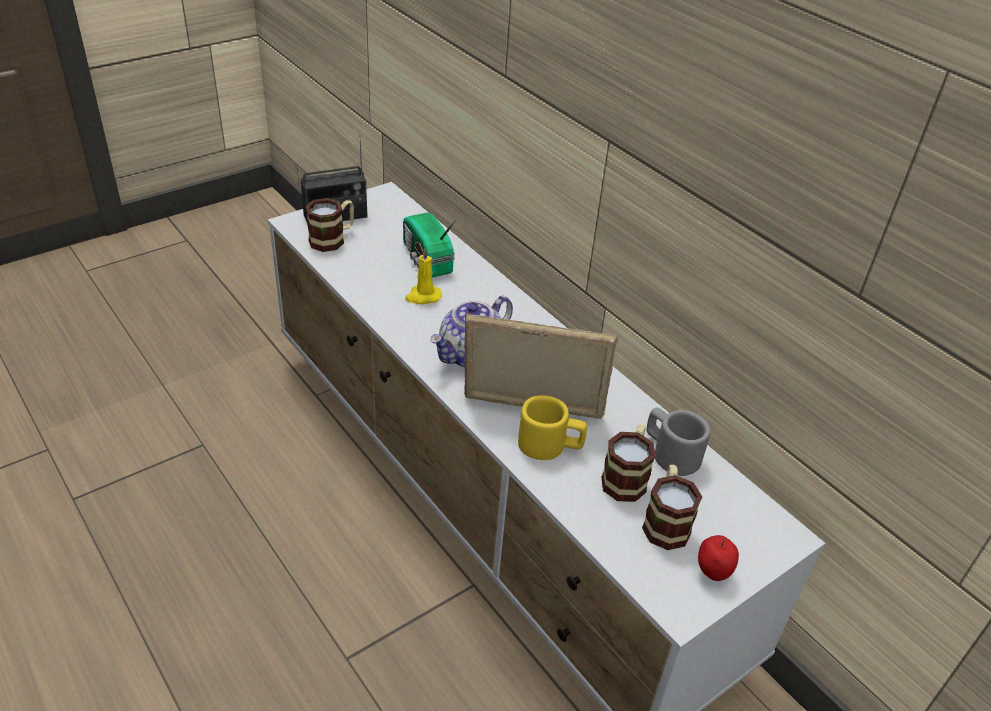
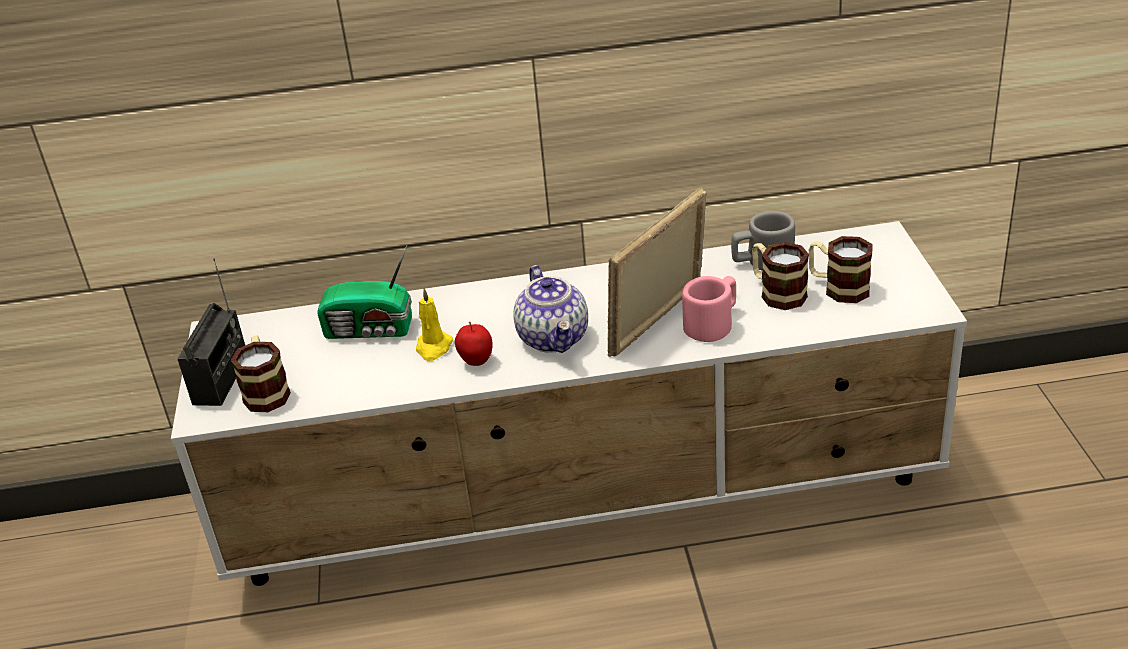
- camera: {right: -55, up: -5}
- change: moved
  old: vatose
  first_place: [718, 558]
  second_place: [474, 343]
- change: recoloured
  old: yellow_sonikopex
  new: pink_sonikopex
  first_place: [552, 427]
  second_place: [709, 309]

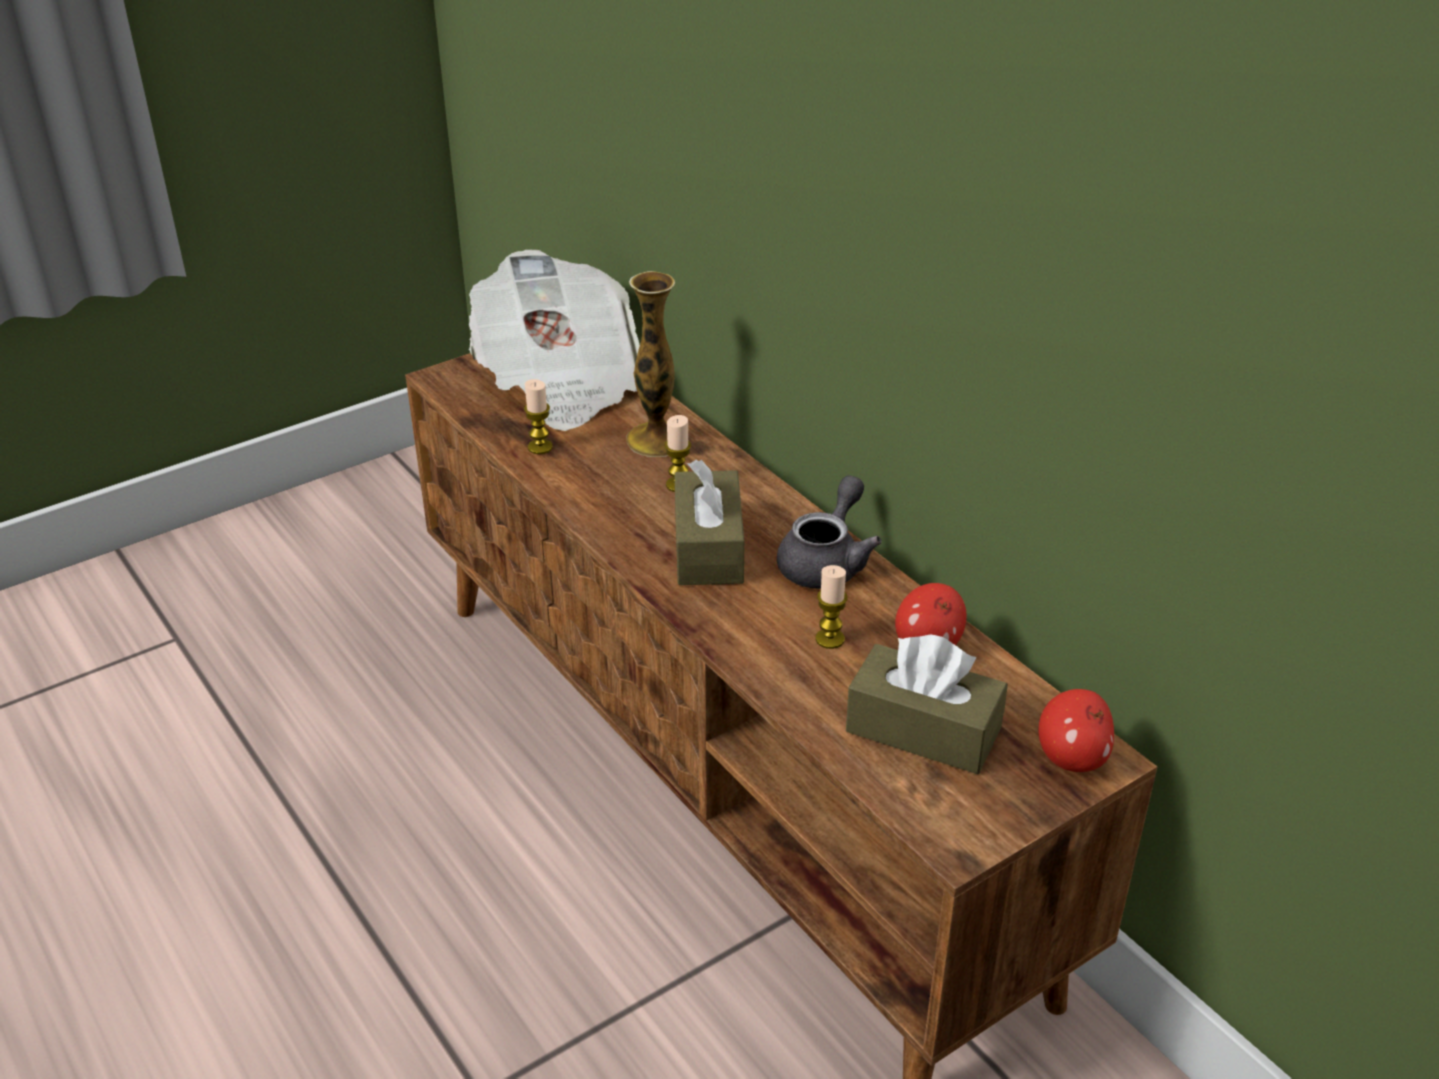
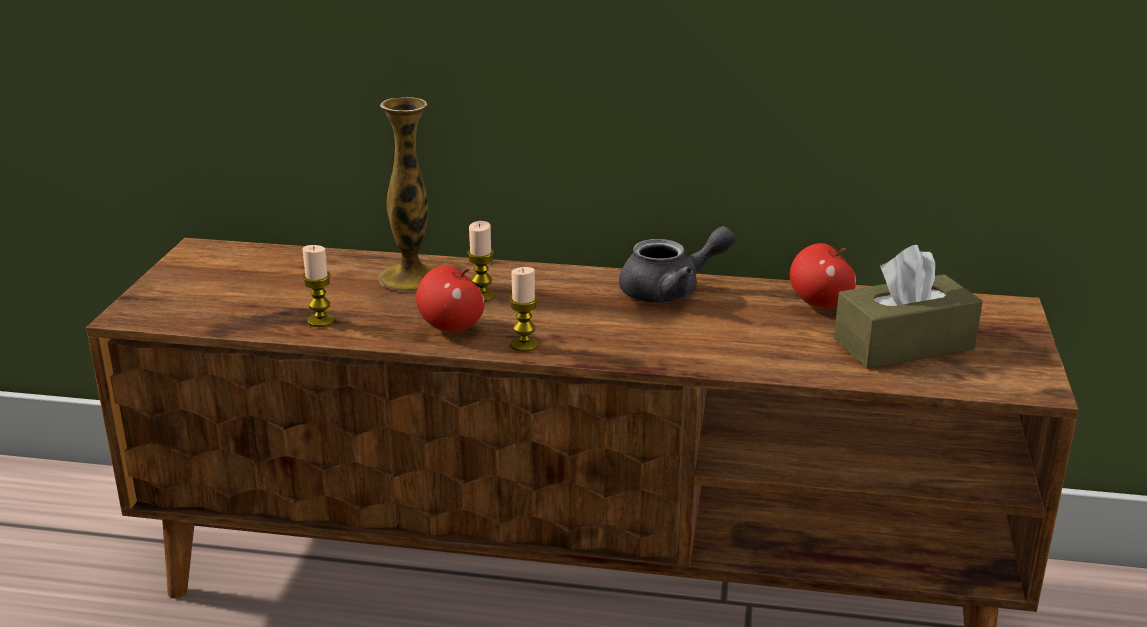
- camera: {right: -45, up: -10}
- change: moved
  old: vatose
  first_place: [1076, 730]
  second_place: [450, 299]
- change: moved
  old: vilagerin
  first_place: [832, 607]
  second_place: [523, 309]
- change: turned
  old: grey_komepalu
  first_place: [829, 532]
  second_place: [677, 264]
  degrees: 90
- change: removed
  old: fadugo
  first_place: [554, 340]
- change: removed
  old: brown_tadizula
  first_place: [709, 522]

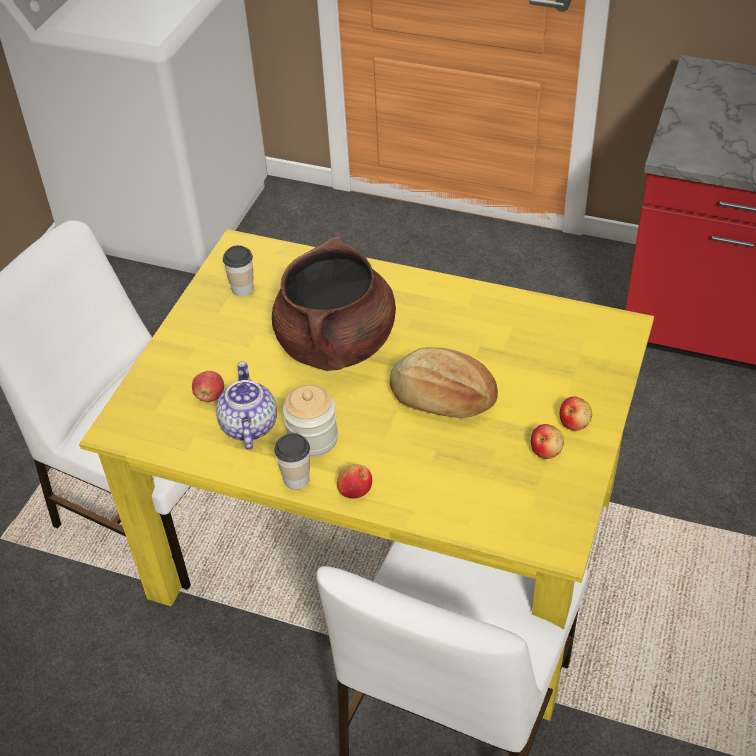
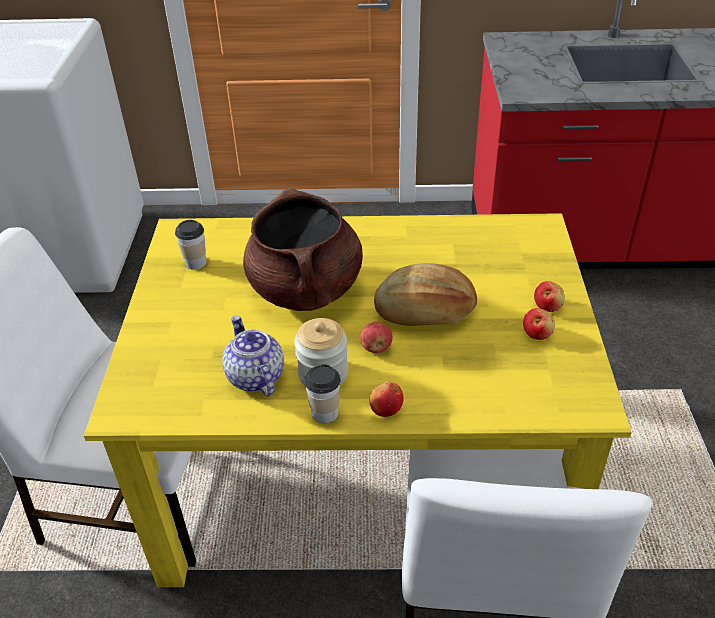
- camera: {right: -20, up: -5}
- change: moved
  old: vatose
  first_place: [208, 386]
  second_place: [376, 337]

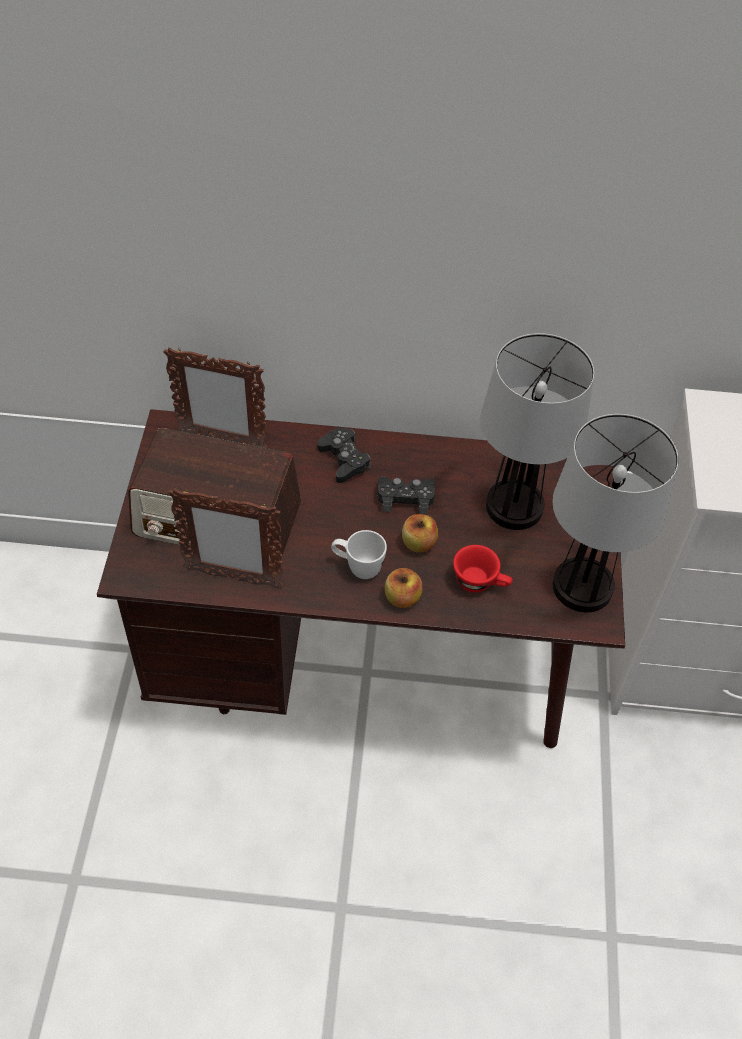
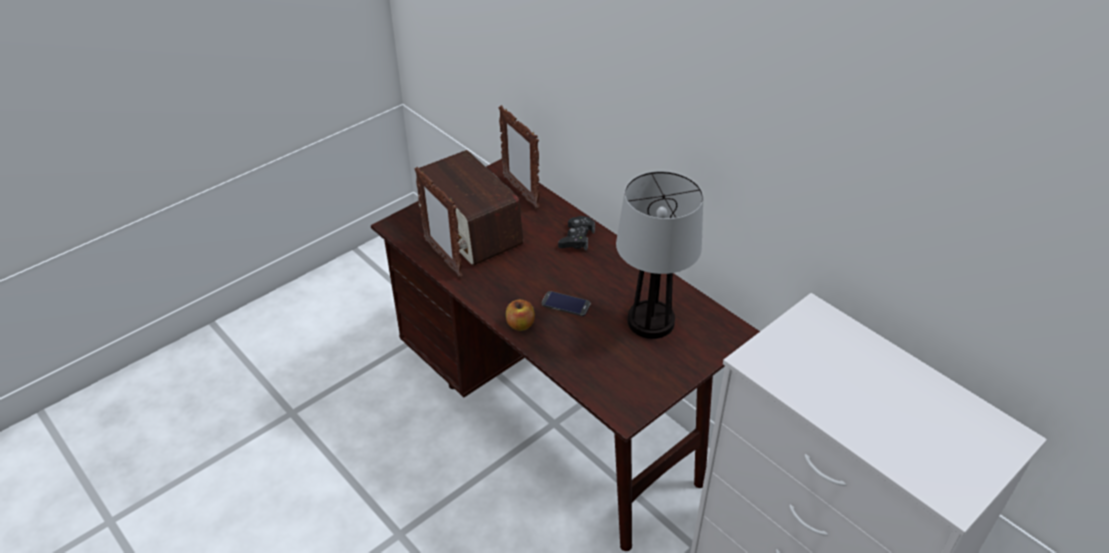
- camera: {right: 45, up: -10}
- change: replaced
  old: vatose
  new: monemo
  first_place: [420, 533]
  second_place: [566, 303]
- change: removed
  old: white_sonikopex
  first_place: [359, 554]
- change: removed
  old: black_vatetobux
  first_place: [406, 495]
- change: removed
  old: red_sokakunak
  first_place: [483, 568]
- change: removed
  old: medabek
  first_place: [615, 513]

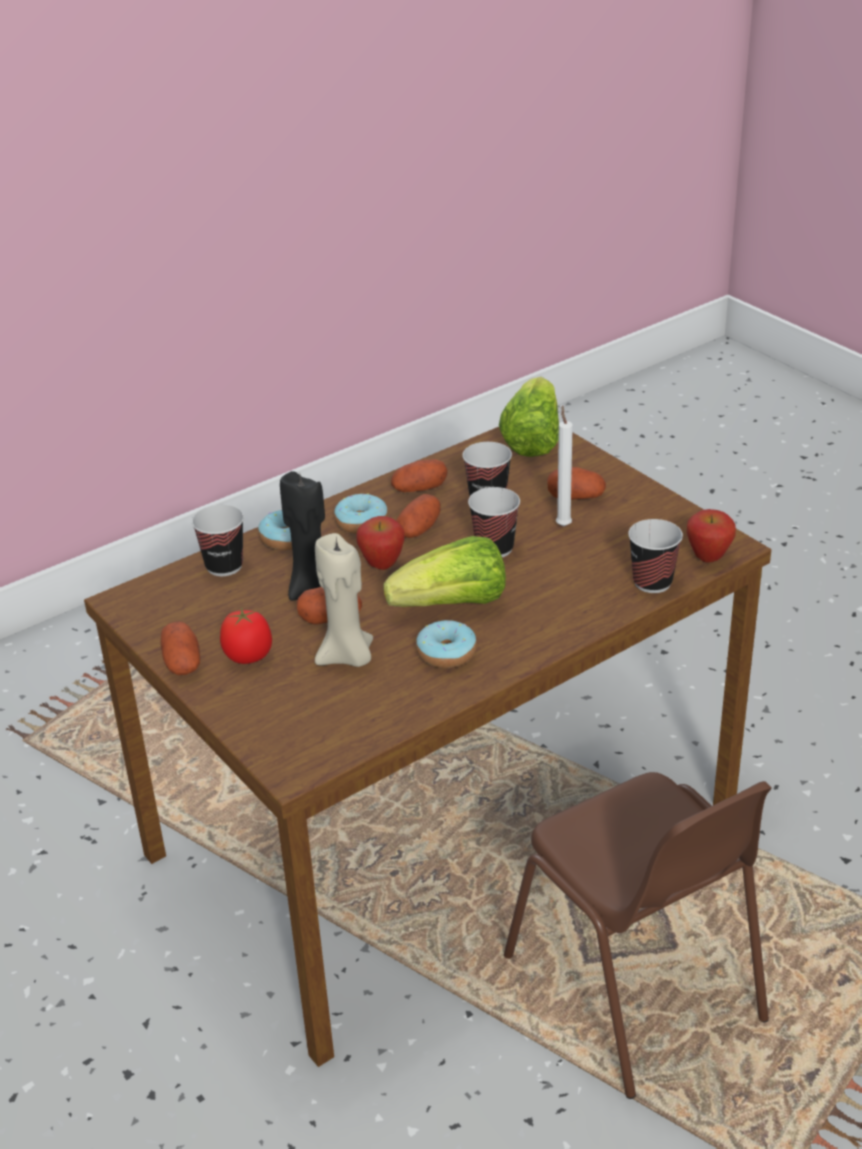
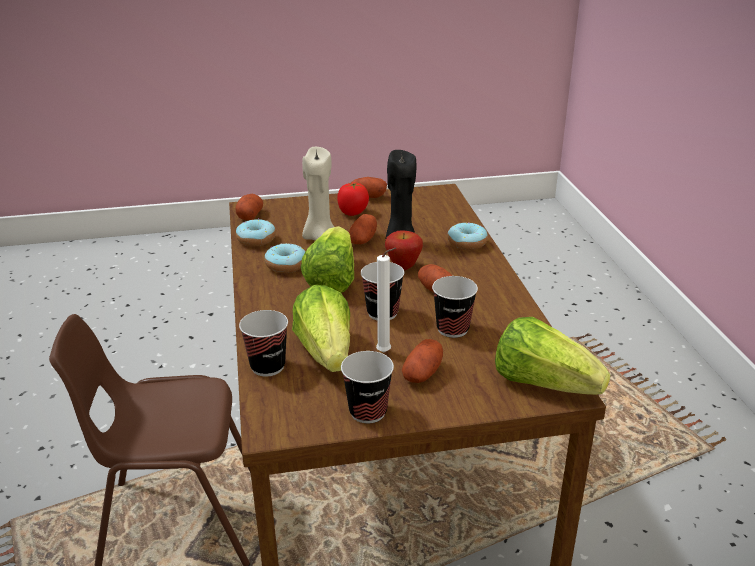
- camera: {right: 115, up: -5}
- change: moved
  old: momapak
  first_place: [419, 475]
  second_place: [249, 207]
- change: moved
  old: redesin
  first_place: [361, 513]
  second_place: [256, 233]
- change: added
  new: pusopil
  second_place: [321, 328]
- change: moved
  old: sokakunak
  first_place: [218, 540]
  second_place: [367, 387]
- change: removed
  old: vatose
  first_place: [711, 536]

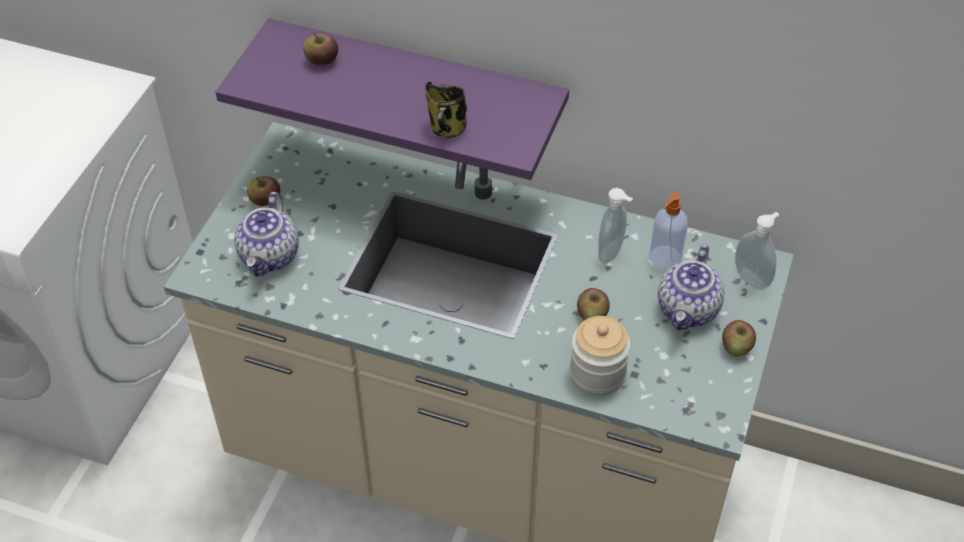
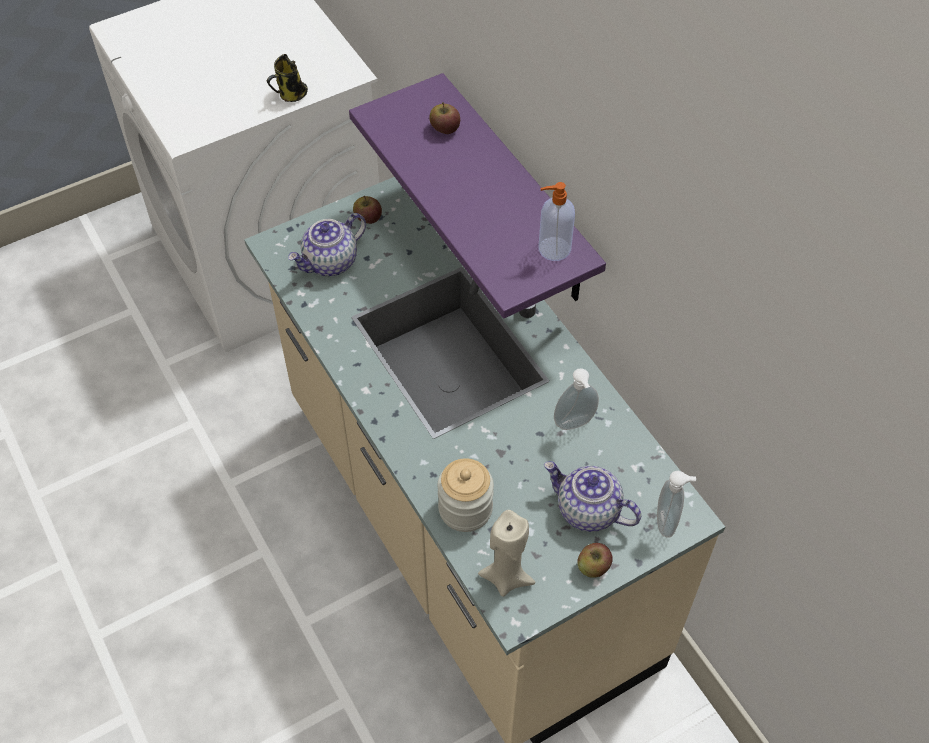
- camera: {right: 40, up: 5}
- change: moved
  old: sonikopex
  first_place: [445, 110]
  second_place: [287, 78]
- change: added
  new: beige_vilagerin
  second_place: [506, 553]
- change: moved
  old: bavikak
  first_place: [668, 231]
  second_place: [556, 221]
- change: turned
  old: komepalu
  first_place: [691, 287]
  second_place: [592, 496]
  degrees: 60
- change: removed
  old: vatose
  first_place: [593, 304]

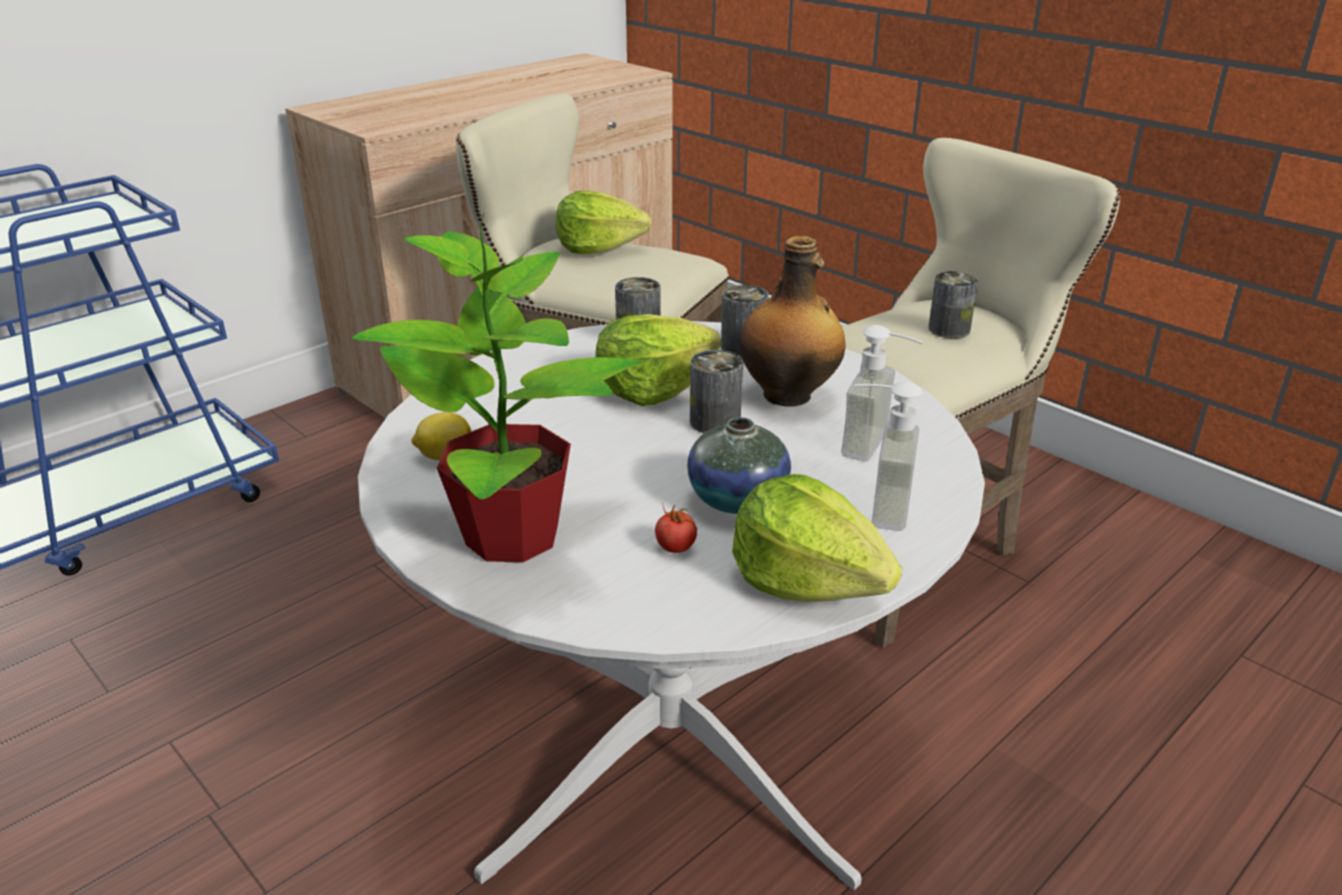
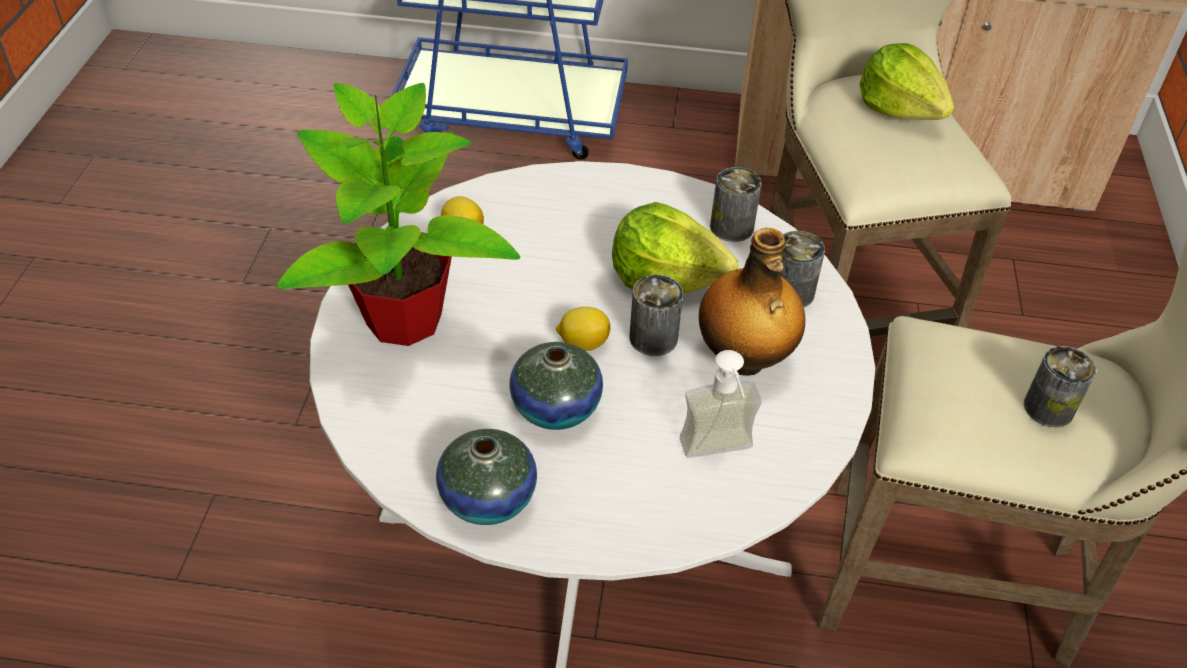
- camera: {right: 50, up: 15}
- change: replaced
  old: pusopil
  new: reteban
  first_place: [817, 538]
  second_place: [486, 477]
- change: added
  new: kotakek
  second_place: [583, 329]
- change: removed
  old: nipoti
  first_place: [676, 528]
- change: removed
  old: bavikak
  first_place: [888, 456]

